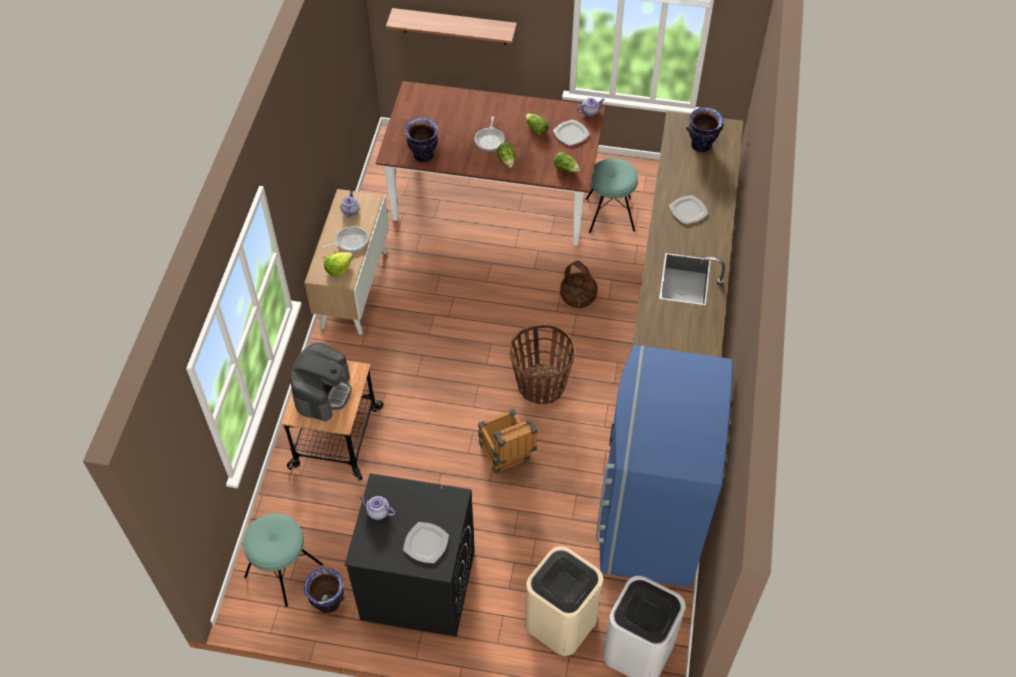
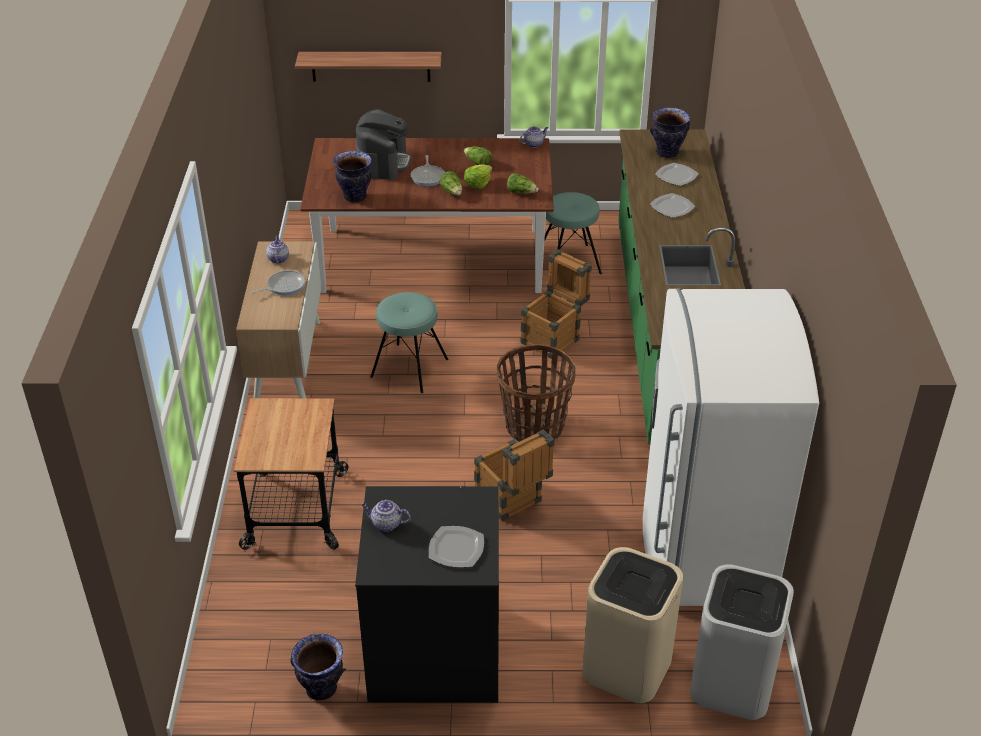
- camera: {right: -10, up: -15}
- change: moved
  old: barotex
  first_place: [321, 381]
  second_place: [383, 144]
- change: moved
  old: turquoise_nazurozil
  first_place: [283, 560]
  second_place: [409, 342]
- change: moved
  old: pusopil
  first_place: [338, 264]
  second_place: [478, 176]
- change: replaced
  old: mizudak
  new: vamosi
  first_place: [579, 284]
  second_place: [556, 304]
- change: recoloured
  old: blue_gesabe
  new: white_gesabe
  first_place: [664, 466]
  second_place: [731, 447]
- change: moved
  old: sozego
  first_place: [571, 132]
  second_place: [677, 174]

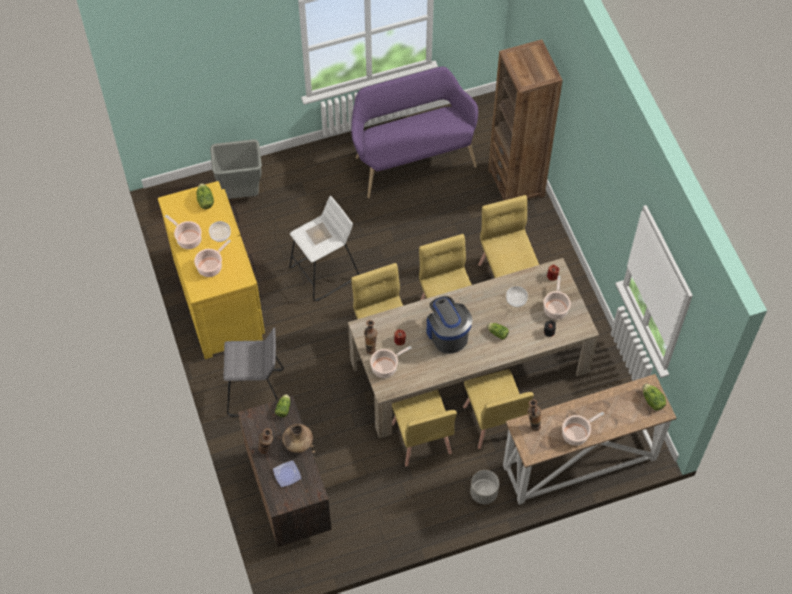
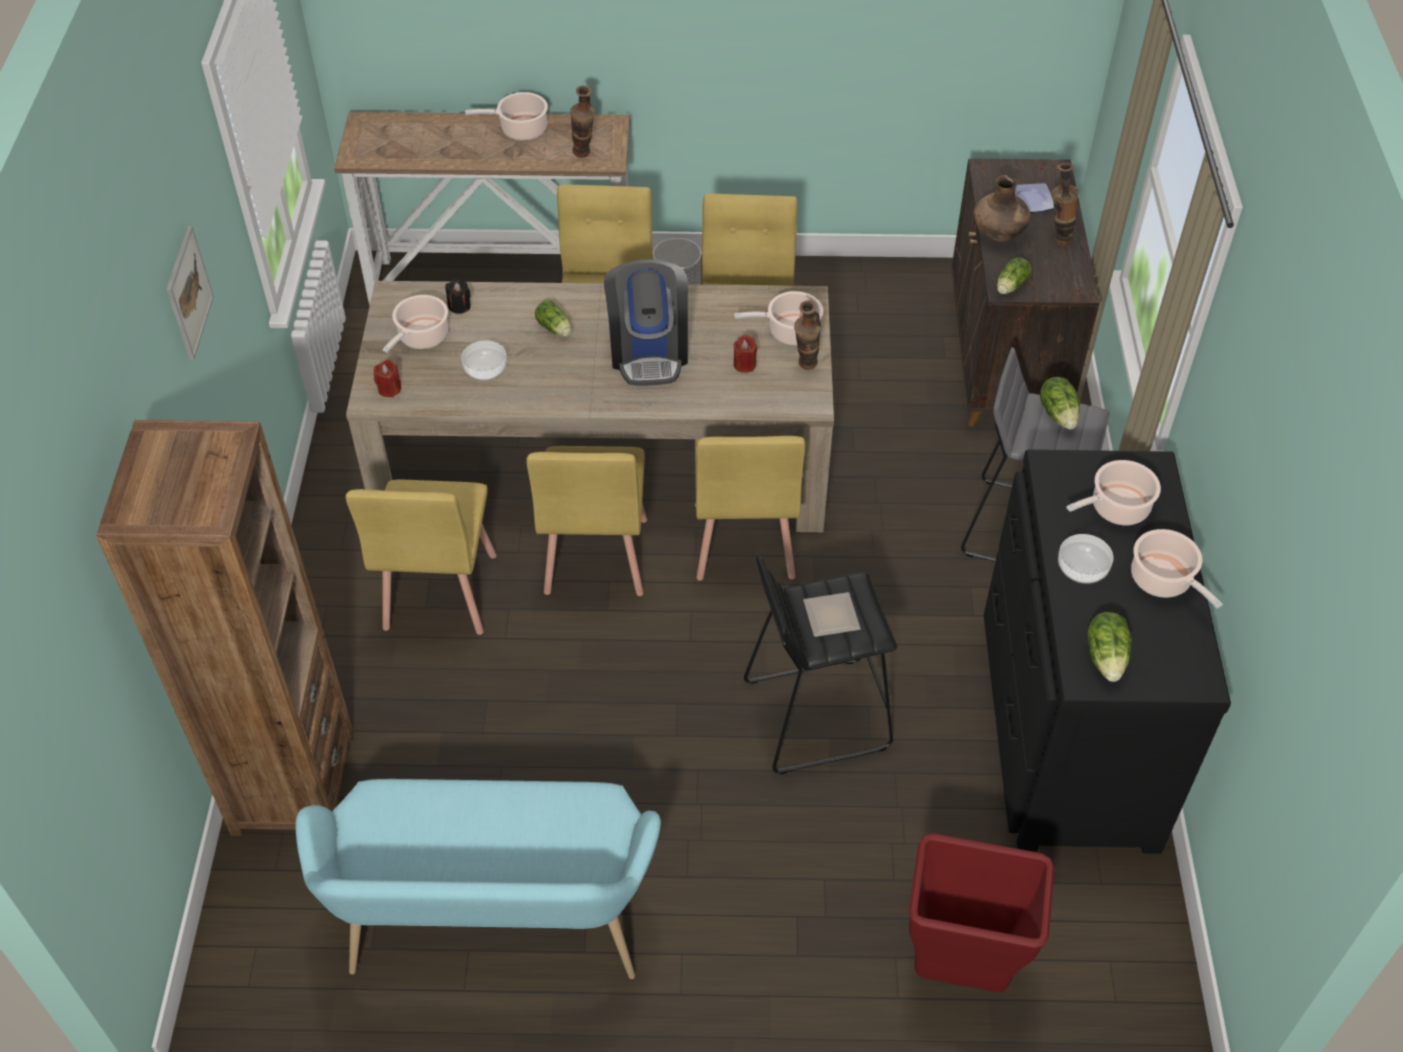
- camera: {right: -160, up: -10}
- change: added
  new: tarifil
  second_place: [190, 293]
- change: recoloured
  old: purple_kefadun
  new: turquoise_kefadun
  first_place: [414, 132]
  second_place: [478, 879]
- change: recoloured
  old: white_nazurozil
  new: black_nazurozil
  first_place: [324, 248]
  second_place: [820, 664]
- change: recoloured
  old: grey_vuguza
  new: red_vuguza
  first_place: [236, 169]
  second_place: [981, 912]
- change: recoloured
  old: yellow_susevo
  new: black_susevo
  first_place: [211, 270]
  second_place: [1107, 652]
- change: moved
  old: pusopil
  first_place: [654, 397]
  second_place: [1060, 403]

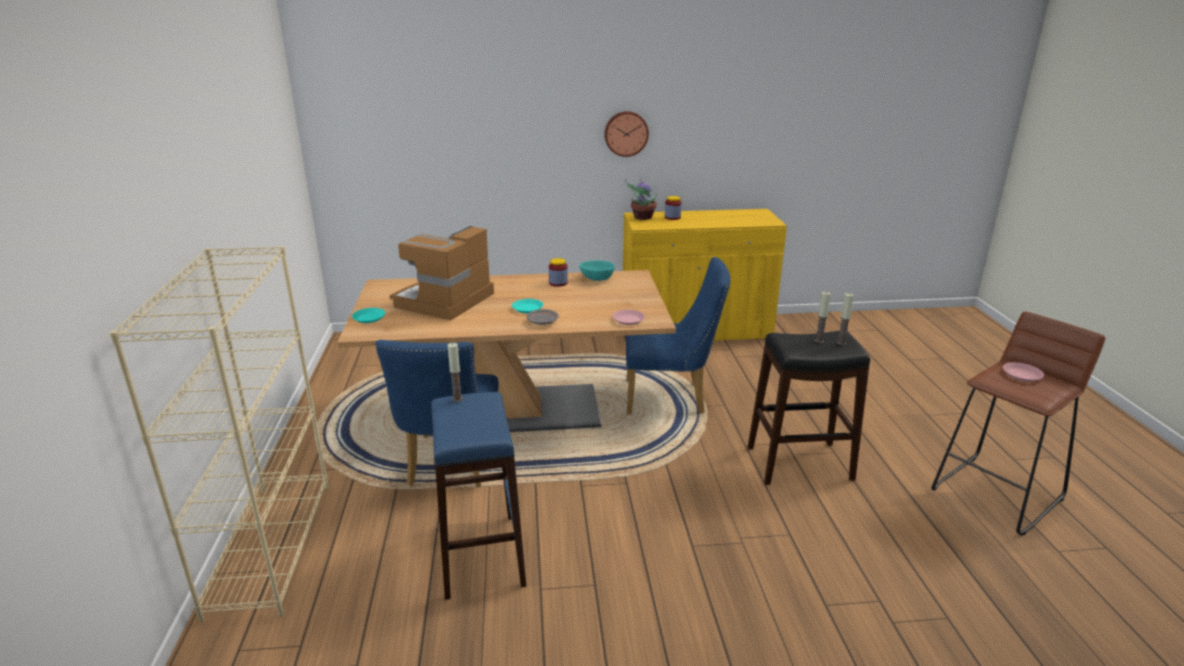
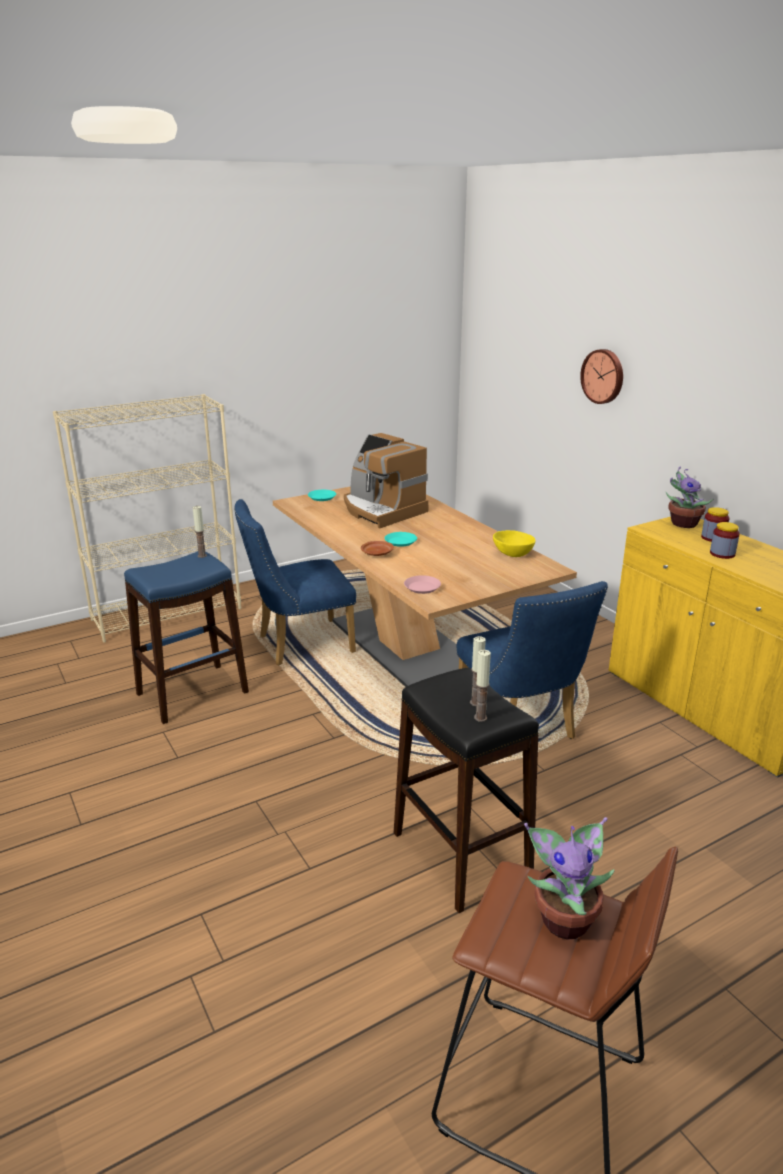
- camera: {right: 65, up: 0}
- change: turned
  old: barotex
  first_place: [441, 273]
  second_place: [386, 481]
  degrees: -135
- change: recoloured
  old: grey_sozego
  new: brown_sozego
  first_place: [543, 317]
  second_place: [377, 548]
- change: recoloured
  old: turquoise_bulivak
  new: yellow_bulivak
  first_place: [597, 270]
  second_place: [514, 543]
- change: replaced
  old: pink_sozego
  new: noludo
  first_place: [1023, 372]
  second_place: [569, 878]
- change: moved
  old: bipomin
  first_place: [626, 134]
  second_place: [601, 376]
- change: moved
  old: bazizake
  first_place: [558, 272]
  second_place: [725, 540]

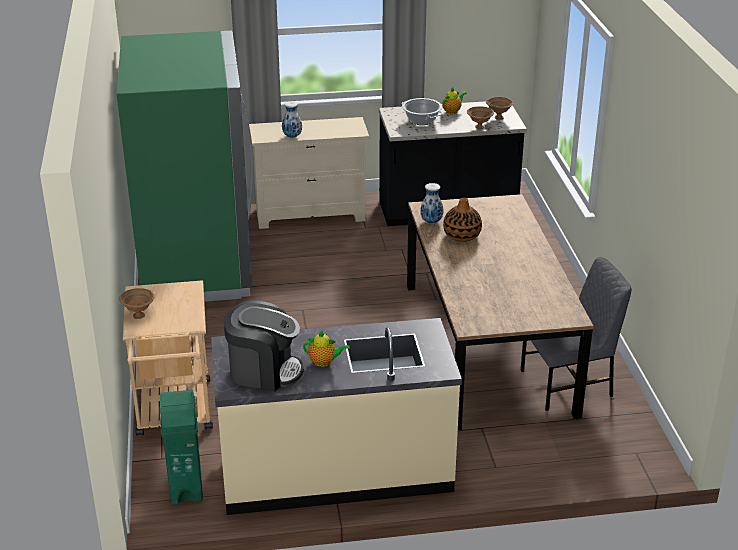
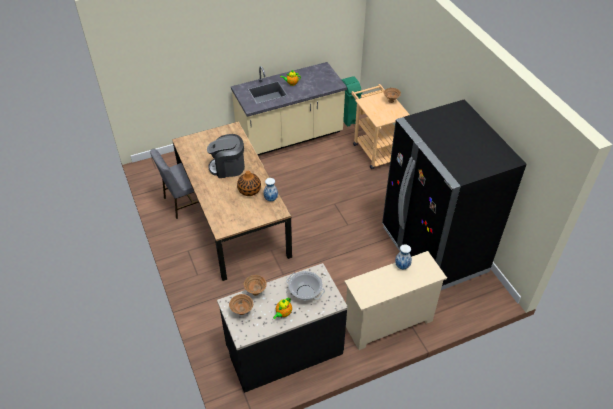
- camera: {right: 165, up: 15}
- change: moved
  old: barotex
  first_place: [264, 346]
  second_place: [226, 156]
- change: recoloured
  old: green_gesabe
  new: black_gesabe
  first_place: [185, 166]
  second_place: [454, 194]

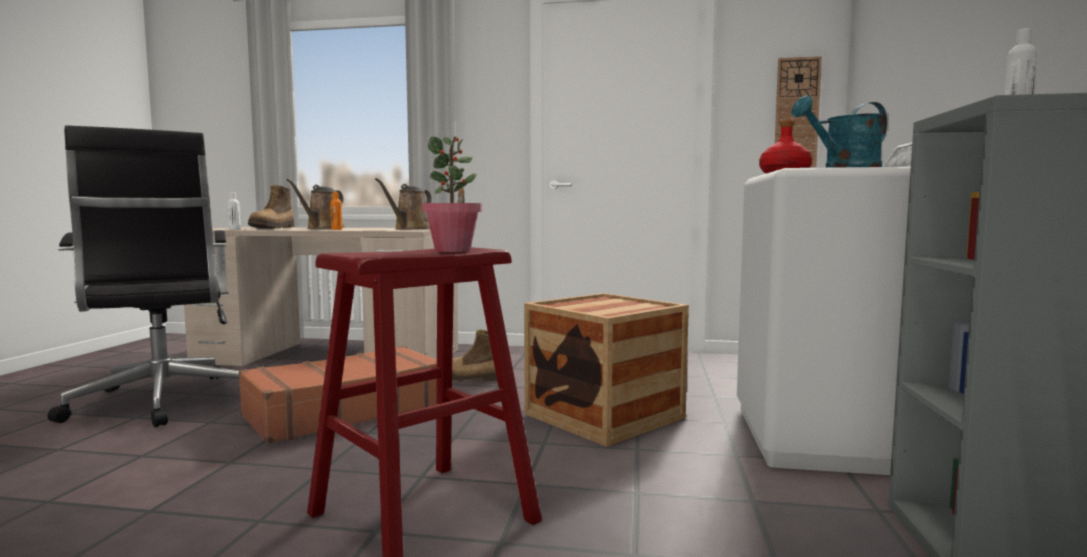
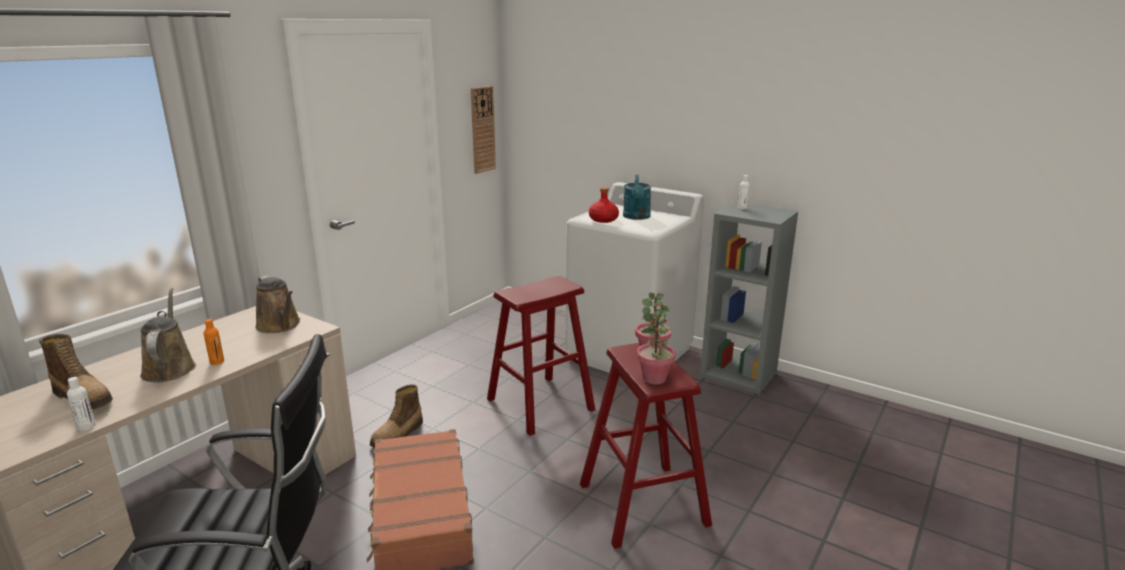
- camera: {right: -65, up: 15}
- change: turned
  old: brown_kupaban
  first_place: [316, 204]
  second_place: [168, 335]
  degrees: -150
- change: replaced
  old: vamosi
  new: red_nazurozil
  first_place: [606, 370]
  second_place: [541, 356]
- change: added
  new: noludo
  second_place: [656, 348]

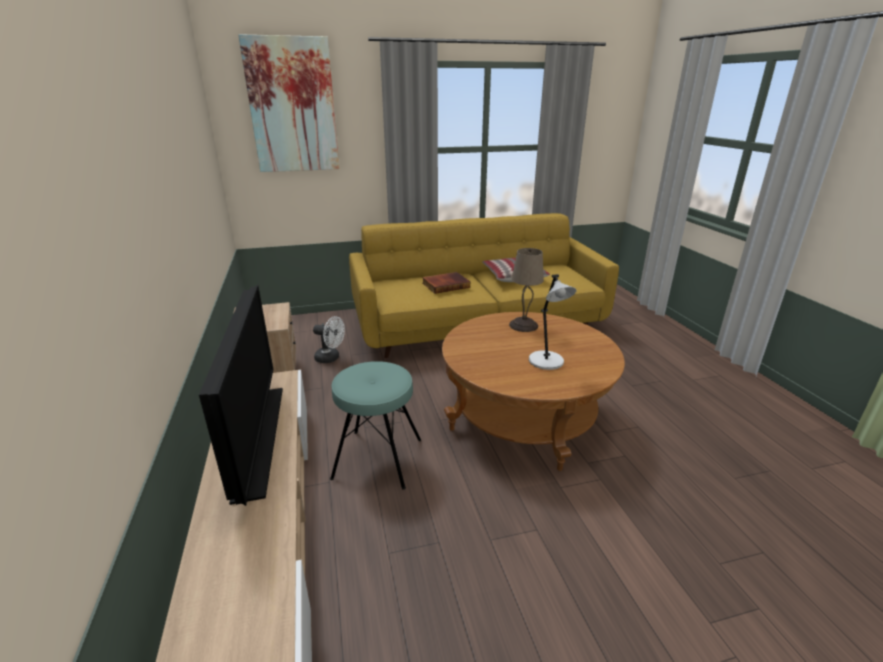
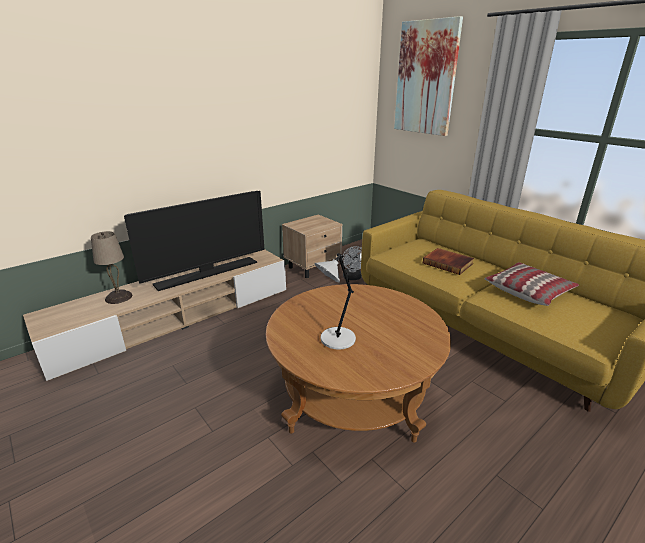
- camera: {right: 65, up: 0}
- change: moved
  old: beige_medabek
  first_place: [526, 290]
  second_place: [111, 267]
- change: removed
  old: turquoise_nazurozil
  first_place: [375, 425]

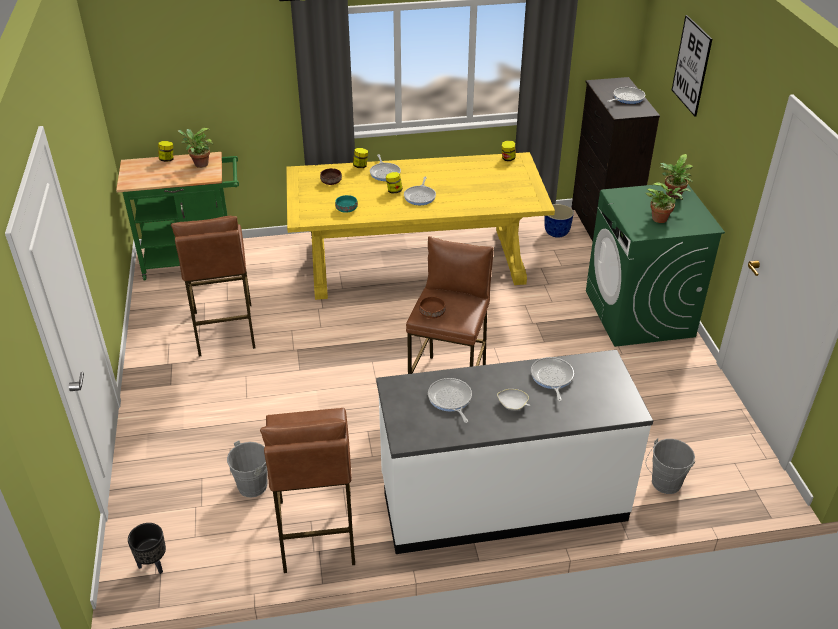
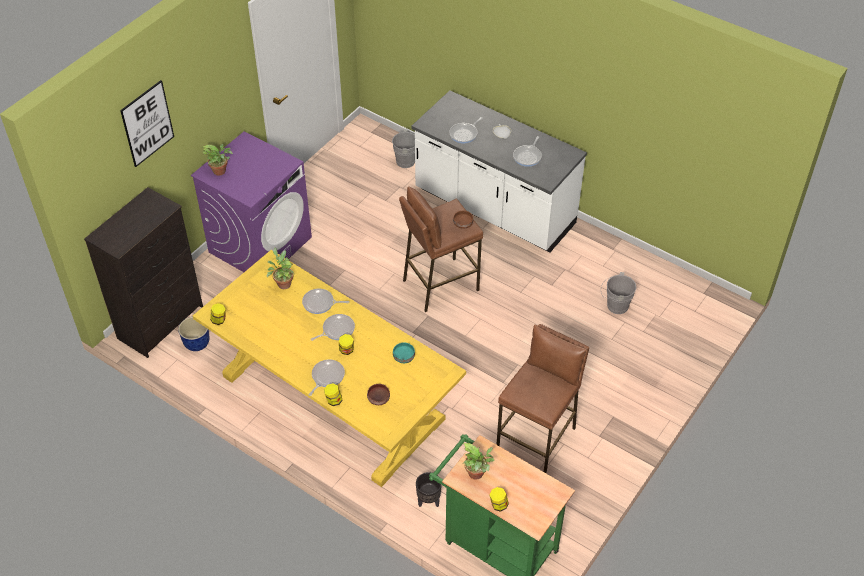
- camera: {right: -135, up: 10}
- change: recoloured
  old: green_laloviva
  new: purple_laloviva
  first_place: [655, 266]
  second_place: [251, 201]
- change: moved
  old: noludo
  first_place: [668, 202]
  second_place: [280, 268]
- change: moved
  old: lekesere
  first_place: [626, 95]
  second_place: [325, 301]
- change: moved
  old: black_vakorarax
  first_place: [147, 548]
  second_place: [429, 489]
- change: removed
  old: brown_nazurozil
  first_place: [307, 490]

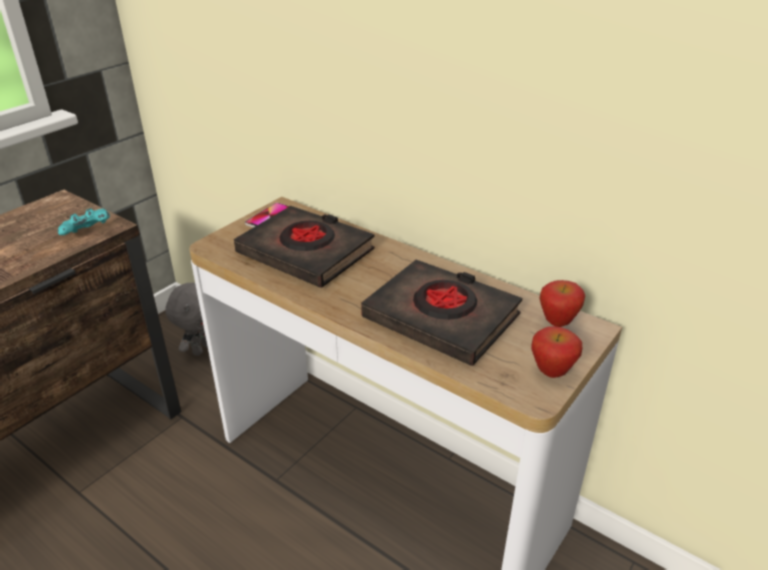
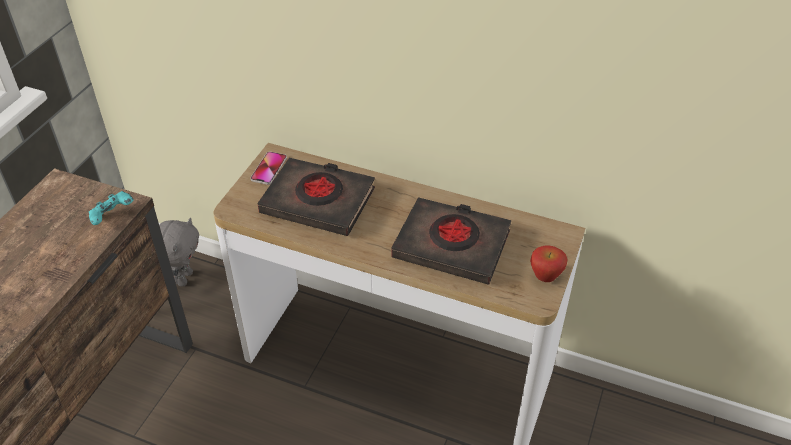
- camera: {right: -15, up: 10}
- change: removed
  old: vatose
  first_place: [562, 303]

